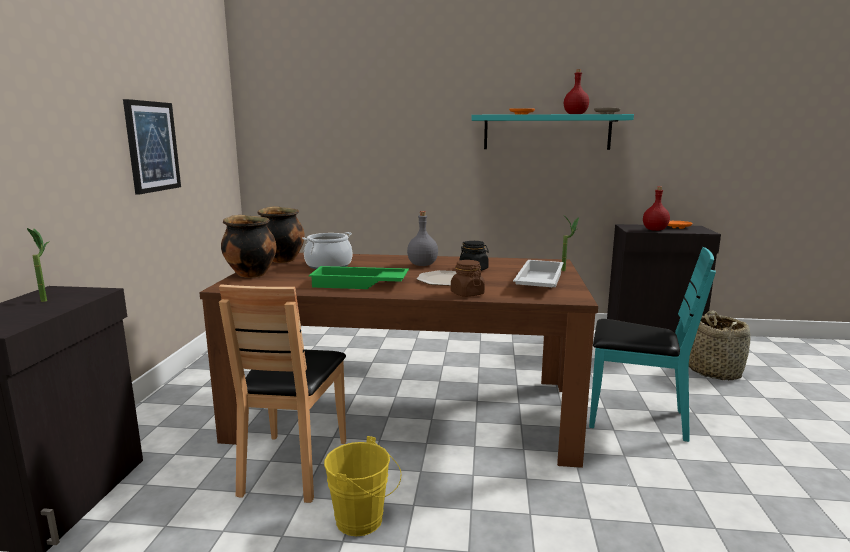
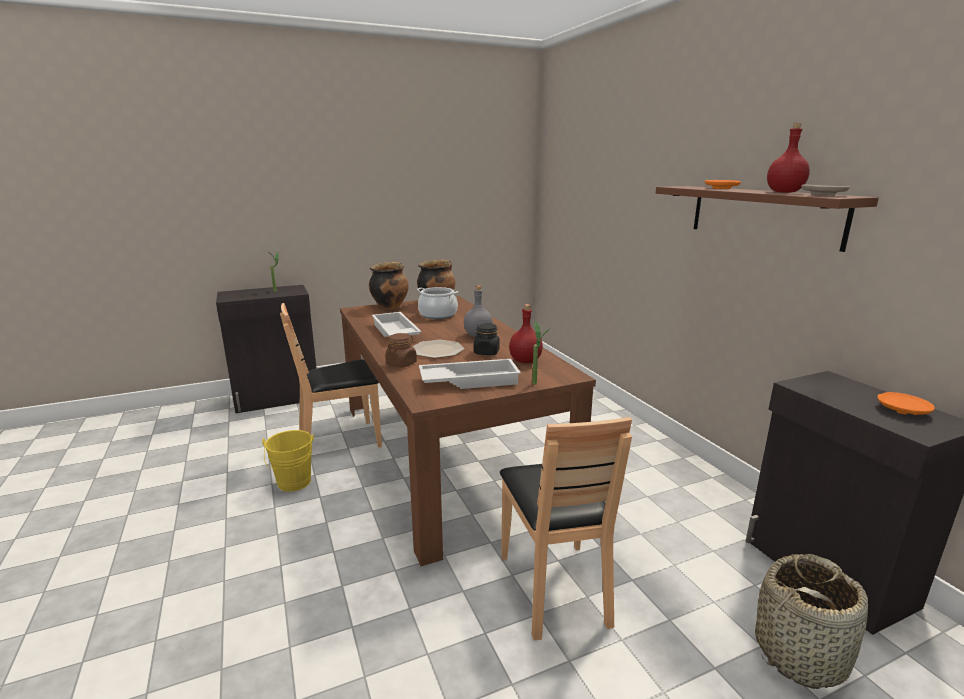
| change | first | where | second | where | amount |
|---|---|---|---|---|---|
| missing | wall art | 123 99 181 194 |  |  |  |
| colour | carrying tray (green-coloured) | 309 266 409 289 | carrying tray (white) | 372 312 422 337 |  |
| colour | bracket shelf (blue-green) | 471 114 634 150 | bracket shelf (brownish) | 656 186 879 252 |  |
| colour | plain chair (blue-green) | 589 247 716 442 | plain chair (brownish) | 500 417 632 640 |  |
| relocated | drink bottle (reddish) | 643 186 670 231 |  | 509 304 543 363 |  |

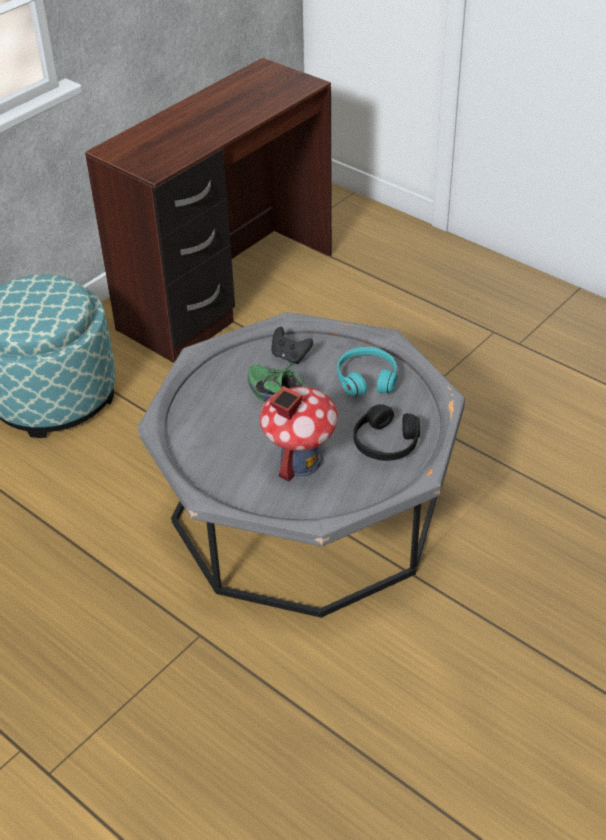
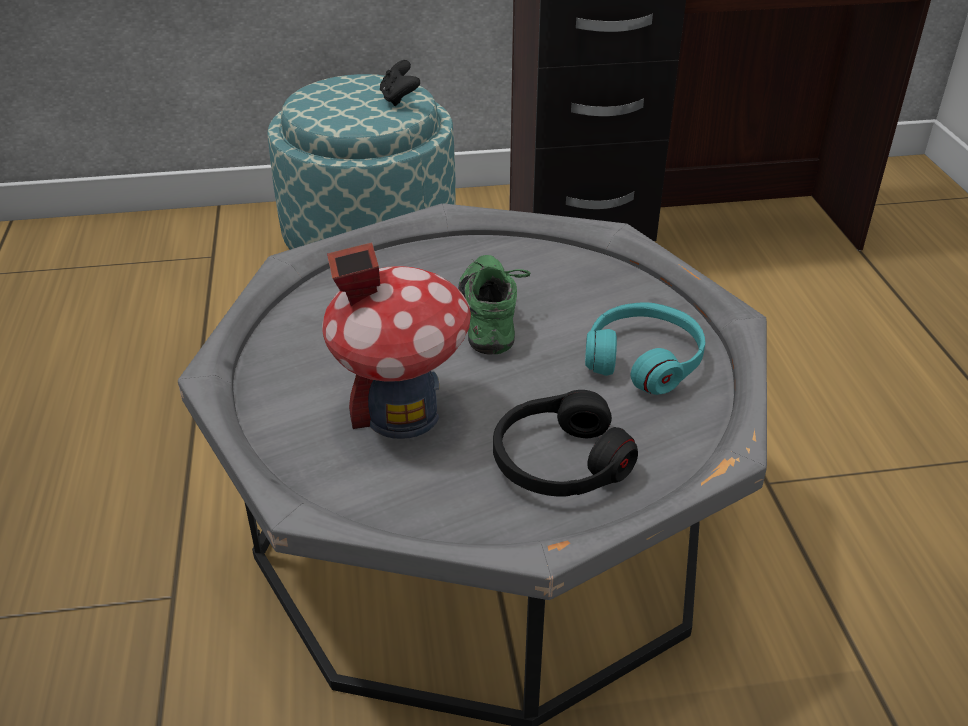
| change | first | where | second | where | amount |
|---|---|---|---|---|---|
| relocated | joypad (black) | 271 327 313 364 |  | 380 60 420 106 |  |

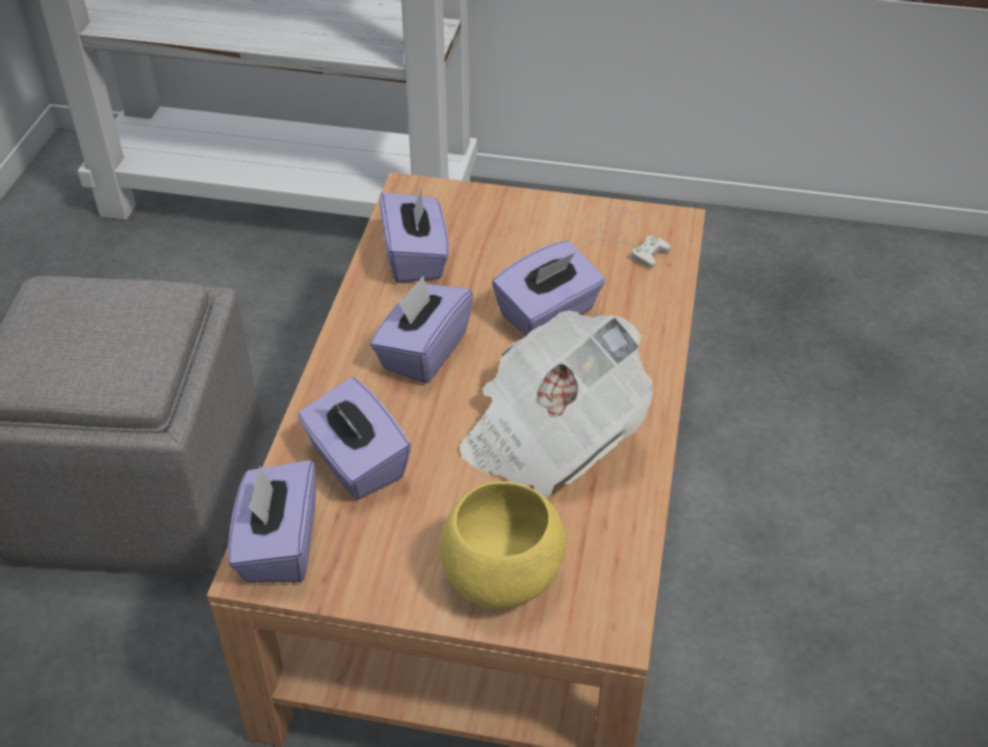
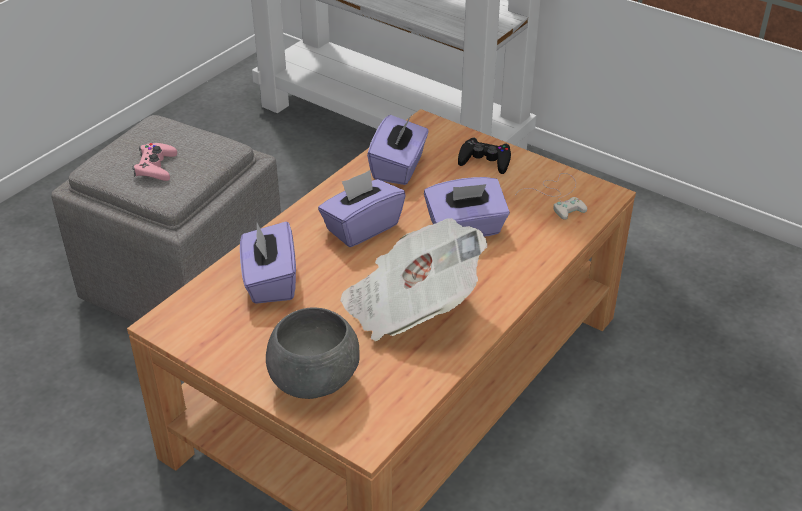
| change | first | where | second | where | amount |
|---|---|---|---|---|---|
| missing | tissue box (purplish) | 228 460 316 582 |  |  |  |
| colour | bowl (yellowish) | 440 481 566 609 | bowl (gray) | 266 307 360 399 |  |
| appeared |  |  | joypad (pink-coloured) | 132 143 177 181 |  |
| appeared |  |  | joypad (black) | 458 137 511 174 |  |

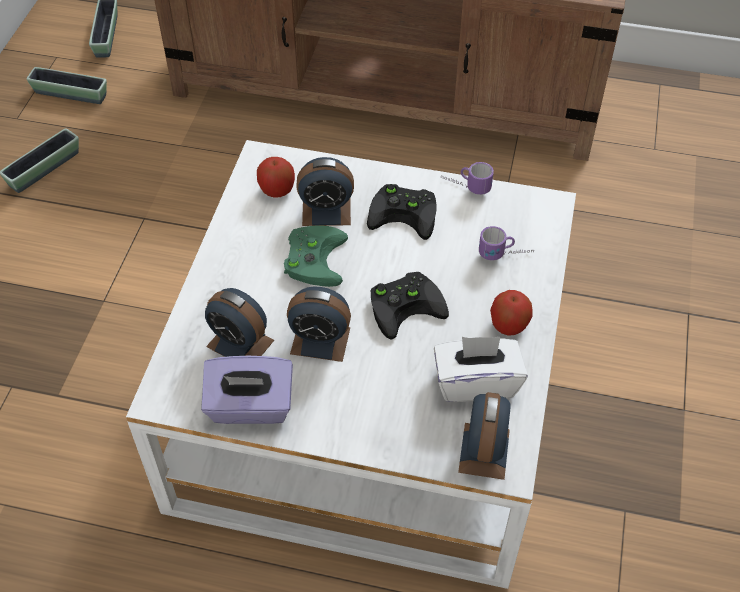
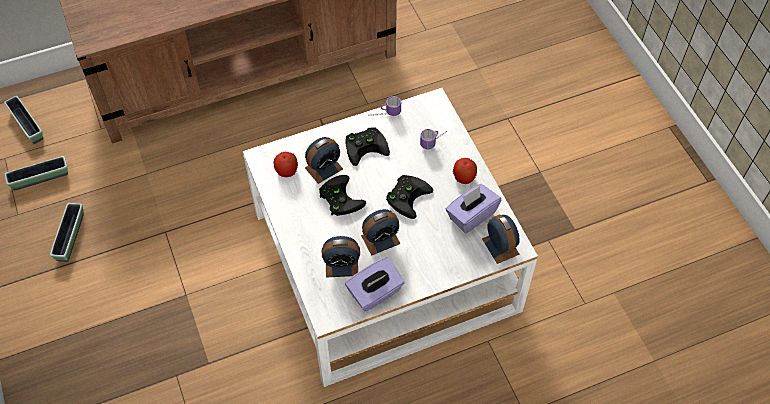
| change | first | where | second | where | amount |
|---|---|---|---|---|---|
| colour | joypad (green-coloured) | 284 225 348 287 | joypad (black) | 319 175 366 216 |  |
| colour | tissue box (white) | 434 337 527 402 | tissue box (purplish) | 446 184 502 233 |  |

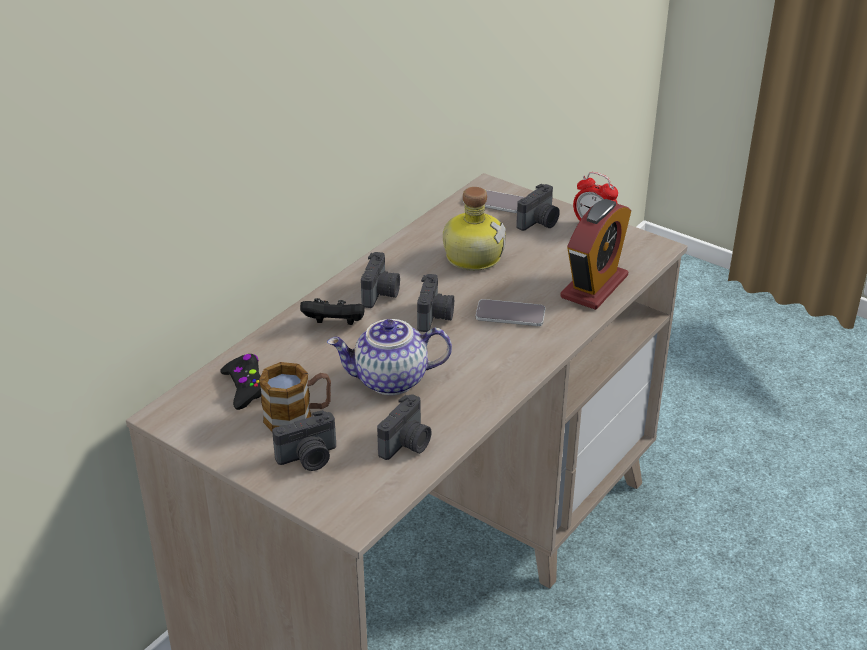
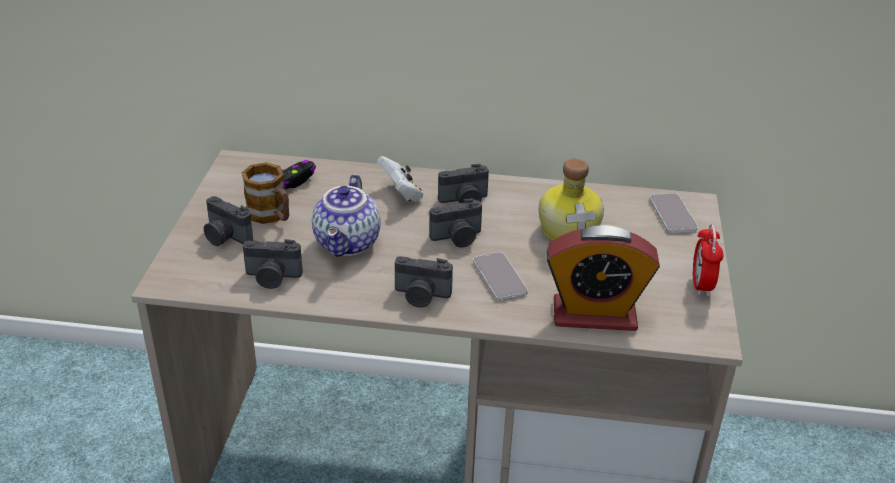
| change | first | where | second | where | amount |
|---|---|---|---|---|---|
| colour | joypad (black) | 300 298 365 325 | joypad (white) | 377 156 423 202 |  |
| spun | teapot | 327 319 452 395 |  | 312 174 381 257 | 135 degrees counterclockwise |
| relocated | photo camera | 516 184 560 231 |  | 395 256 453 307 |  |

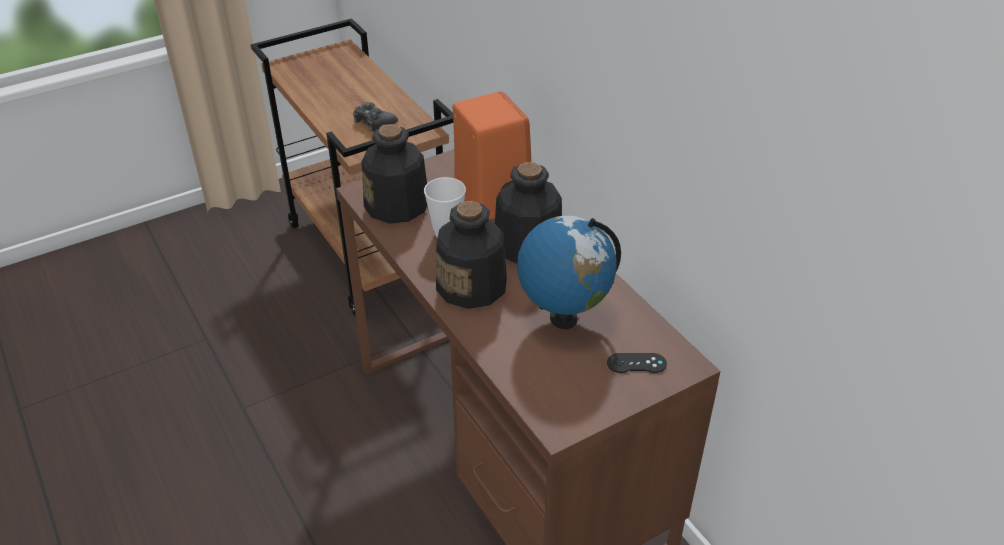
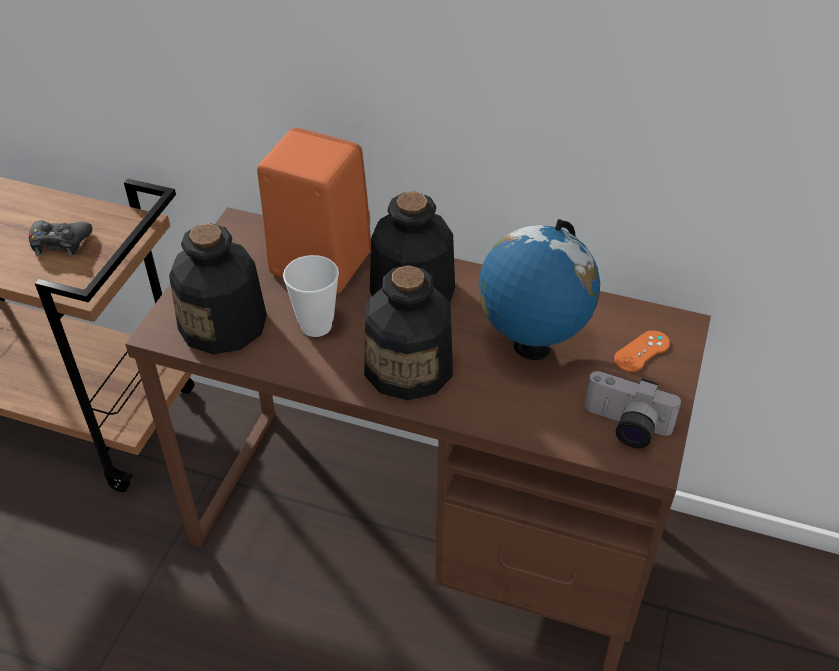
| change | first | where | second | where | amount |
|---|---|---|---|---|---|
| colour | joypad (black) | 607 353 667 373 | joypad (orange-coloured) | 614 331 670 372 |  |
| appeared |  |  | photo camera | 585 371 681 448 |  |

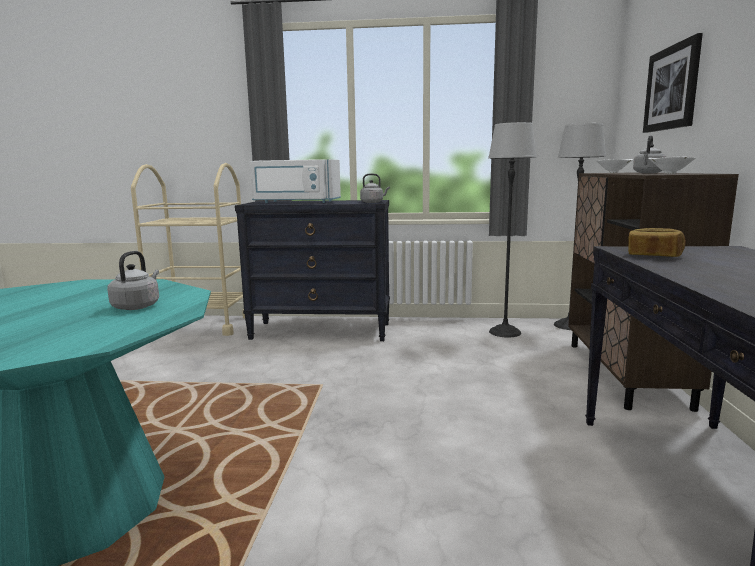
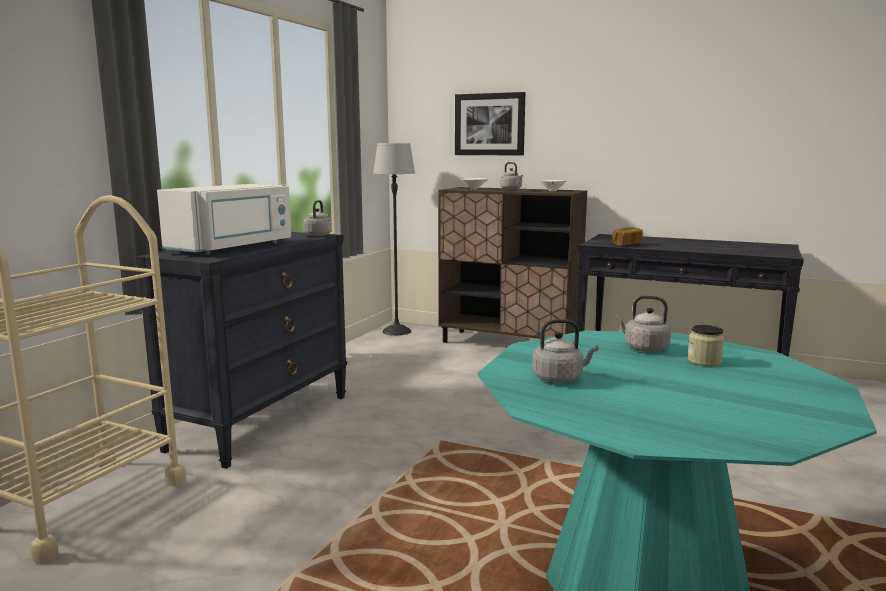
| change | first | where | second | where | amount |
|---|---|---|---|---|---|
| missing | standing lamp | 488 122 537 337 |  |  |  |
| appeared |  |  | water kettle (gray) | 532 319 599 383 |  |
| appeared |  |  | storage jar | 687 325 724 366 |  |

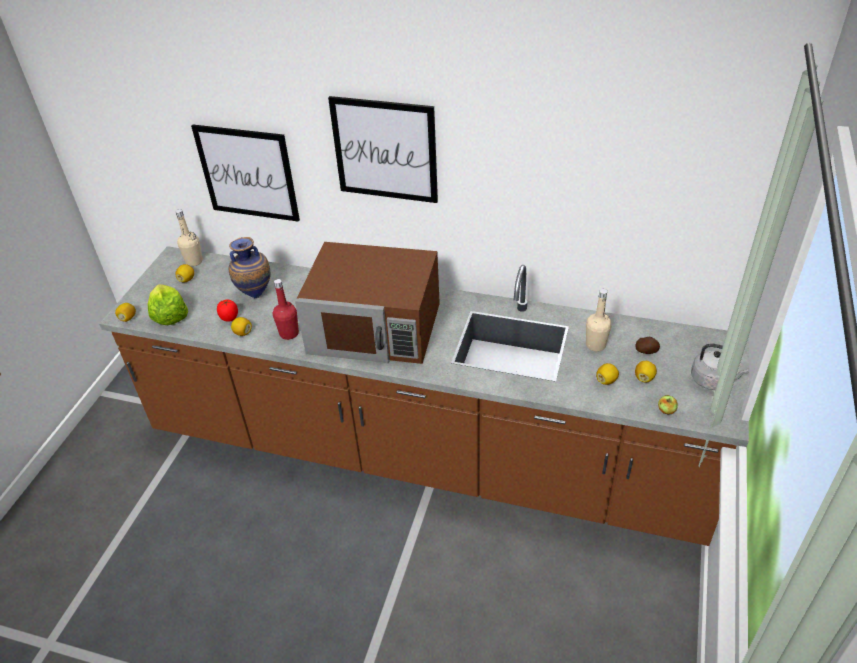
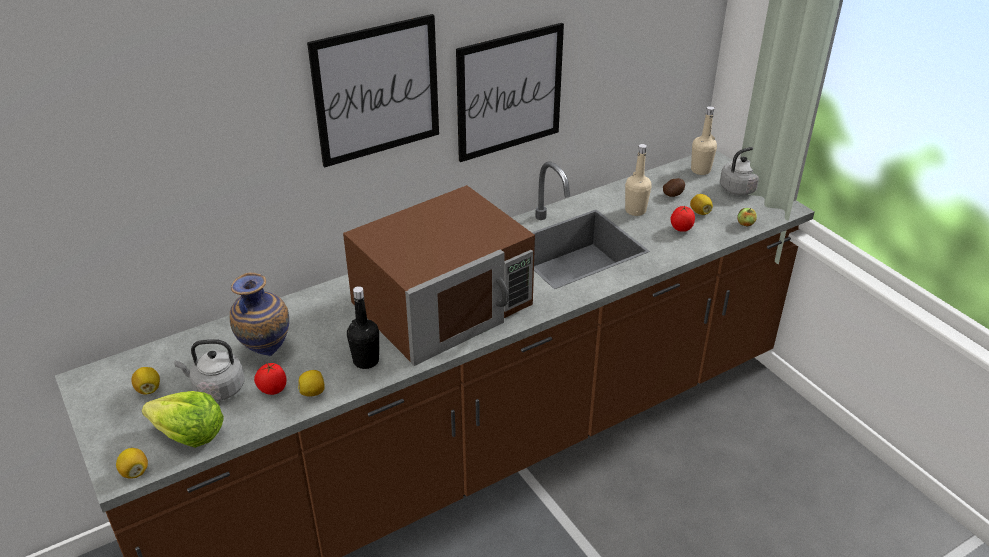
| change | first | where | second | where | amount |
|---|---|---|---|---|---|
| relocated | drink bottle (beige-coloured) | 176 209 203 266 |  | 691 106 717 175 |  |
| relocated | wall art | 191 125 300 222 |  | 456 23 564 162 |  |
| colour | drink bottle (reddish) | 273 279 299 340 | drink bottle (black) | 347 286 379 369 |  |
| exchanged | whole lemon | 596 363 619 385 | whole tomato | 671 205 695 232 |  |
| appeared |  |  | water kettle (gray) | 174 339 244 401 |  |

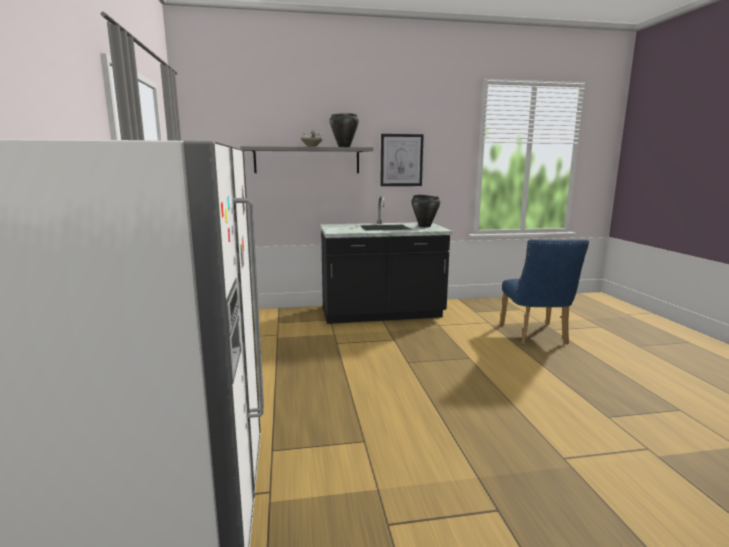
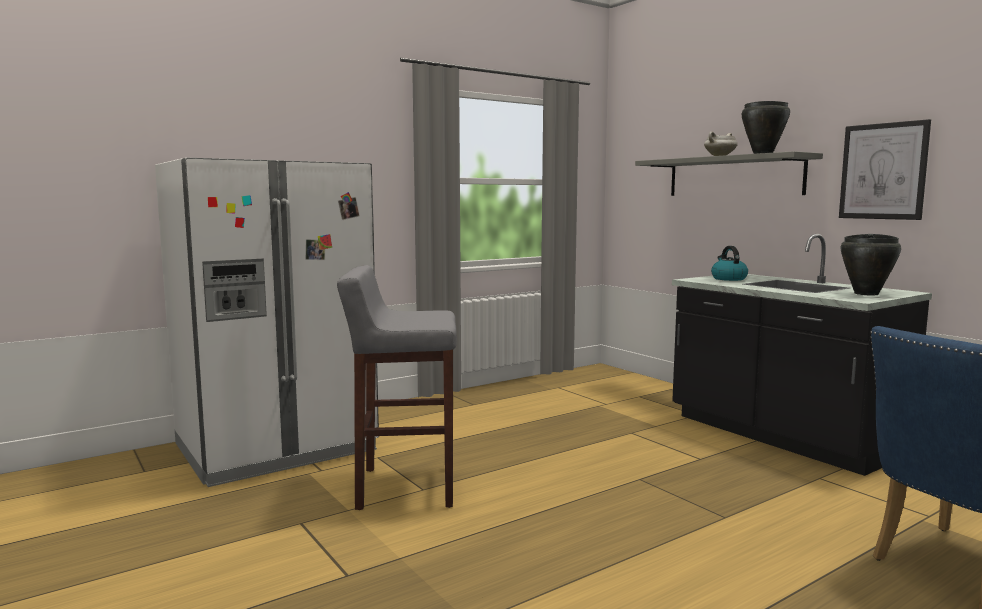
| change | first | where | second | where | amount |
|---|---|---|---|---|---|
| appeared |  |  | stool seat (gray) | 337 265 457 510 |  |
| appeared |  |  | water kettle | 711 246 748 281 |  |

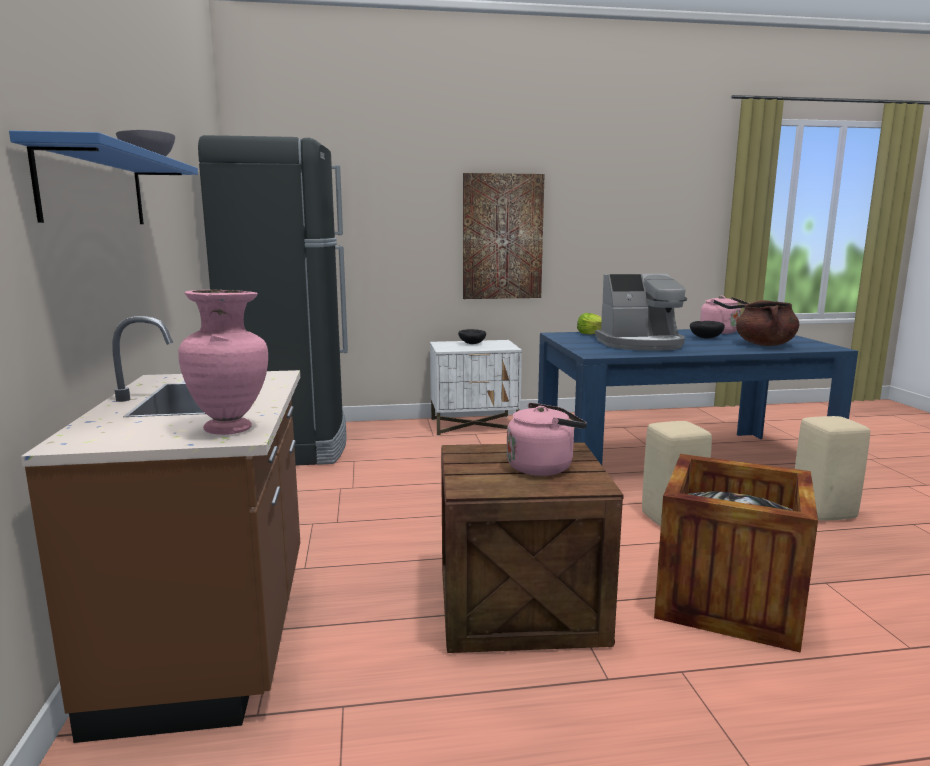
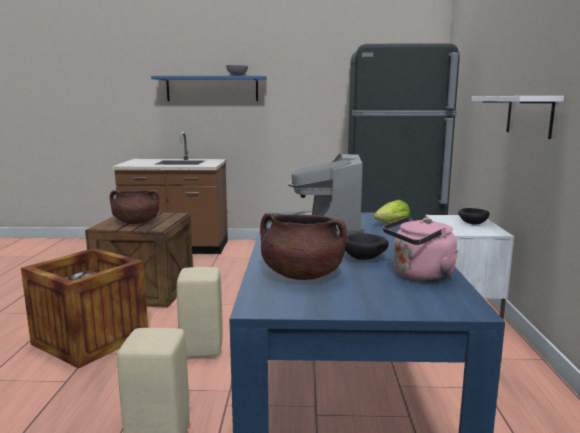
| change | first | where | second | where | amount |
|---|---|---|---|---|---|
| missing | flower vase (pink-coloured) | 178 290 268 435 |  |  |  |
| exchanged | wall art | 463 173 545 299 | bracket shelf (white) | 471 96 564 139 |  |
| exchanged | water kettle (pink-coloured) | 507 403 587 476 | stockpot (brownish) | 110 190 159 224 |  |

